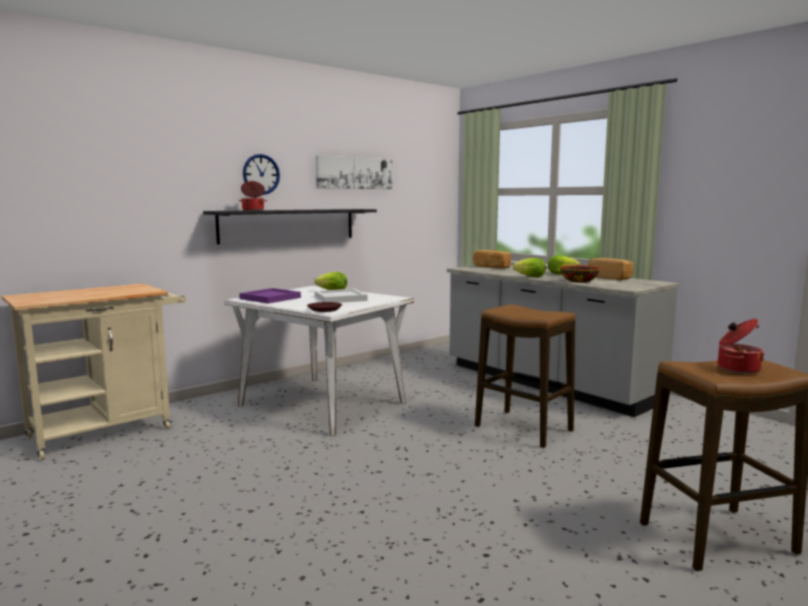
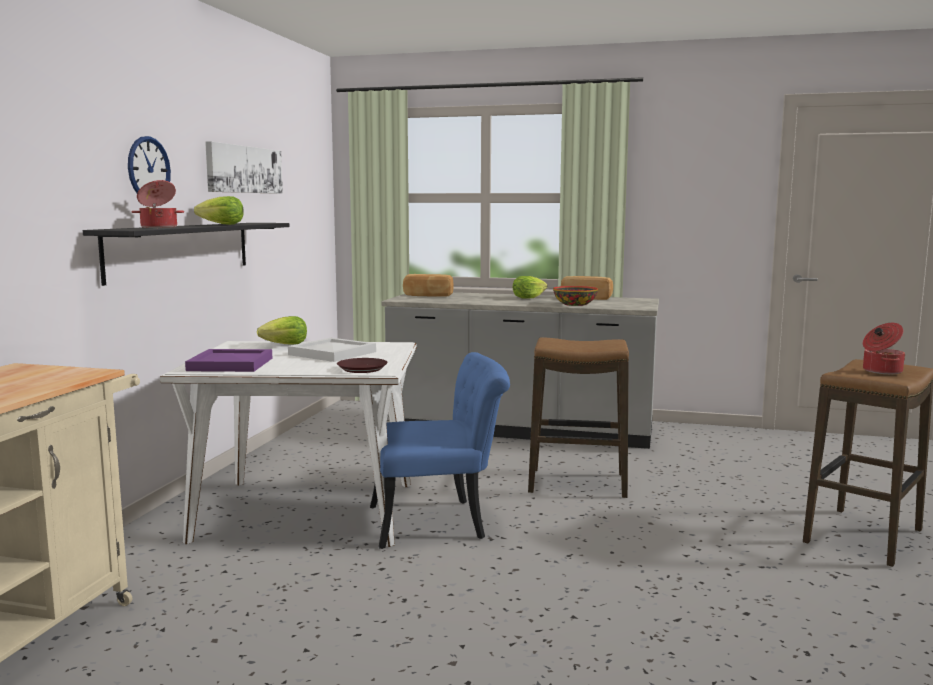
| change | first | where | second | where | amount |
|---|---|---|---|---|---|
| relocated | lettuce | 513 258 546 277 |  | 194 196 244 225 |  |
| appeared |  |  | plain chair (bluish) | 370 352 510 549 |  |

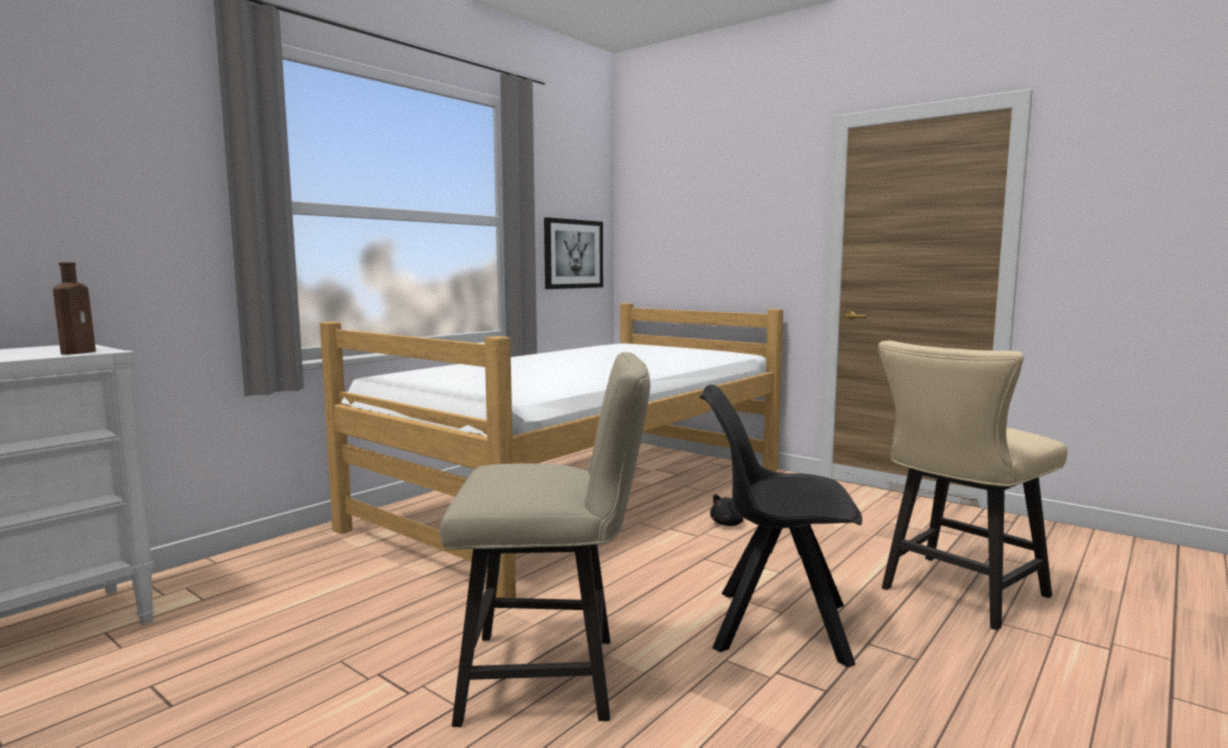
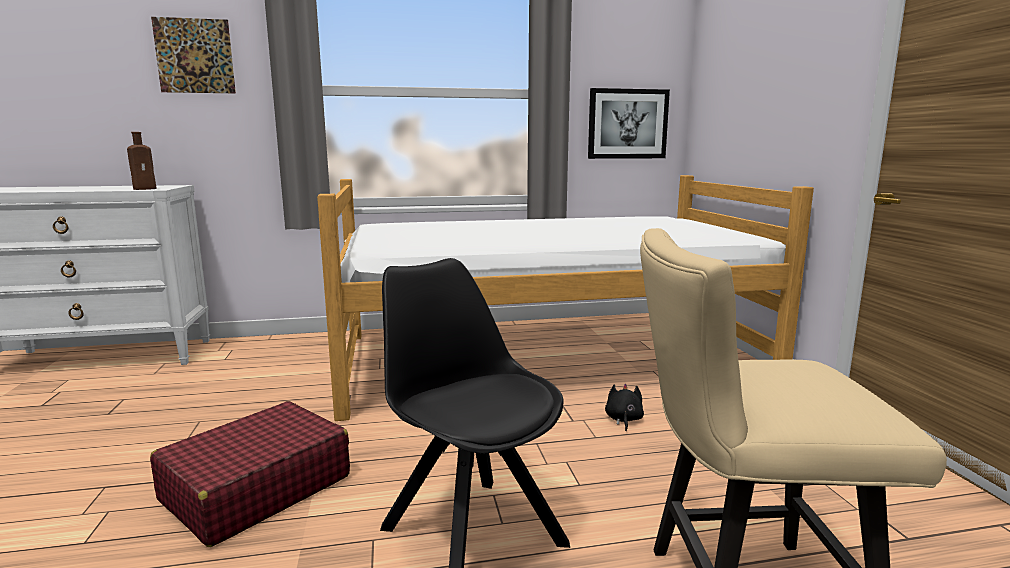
| change | first | where | second | where | amount |
|---|---|---|---|---|---|
| exchanged | plain chair (beige-coloured) | 440 352 650 727 | travel case (reddish) | 150 401 350 547 |  |
| spun | cuddly toy (black) | 710 494 743 526 |  | 605 384 644 431 | 90 degrees clockwise |
| appeared |  |  | wall art | 151 17 236 93 |  |

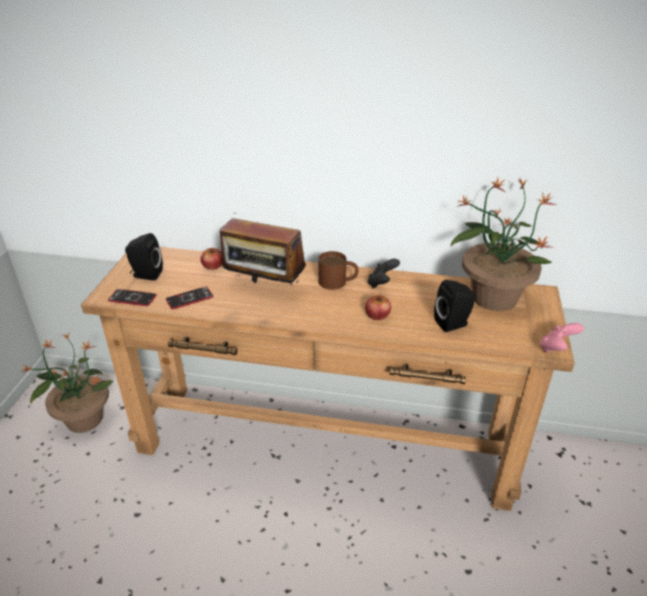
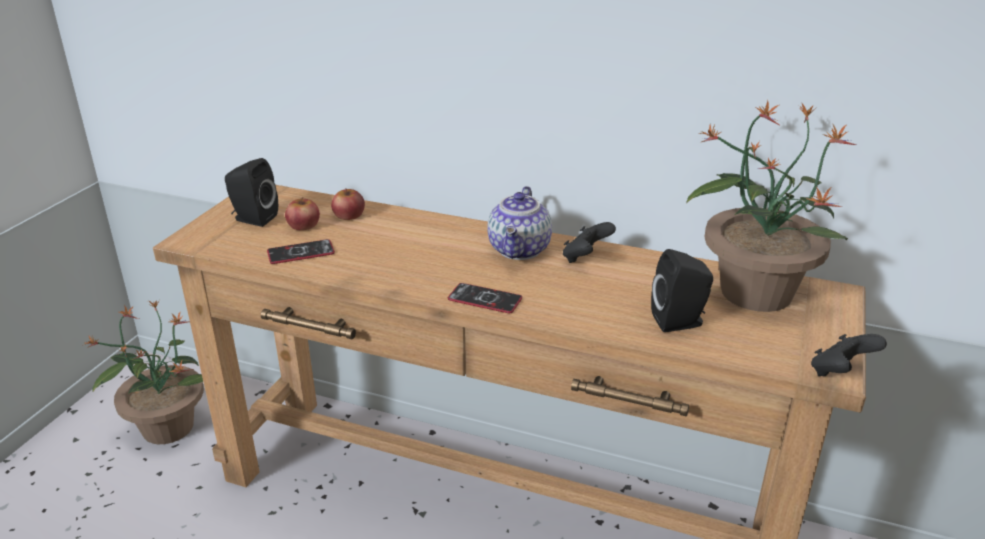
| change | first | where | second | where | amount |
|---|---|---|---|---|---|
| relocated | telephone | 108 289 156 306 |  | 448 283 522 313 |  |
| missing | radio | 220 213 306 285 |  |  |  |
| exchanged | coffee mug (brownish) | 318 251 358 290 | teapot | 487 186 552 260 |  |
| relocated | apple | 365 295 391 320 |  | 285 197 320 231 |  |
| colour | joypad (pink-coloured) | 540 323 584 352 | joypad (black) | 811 334 887 376 |  |

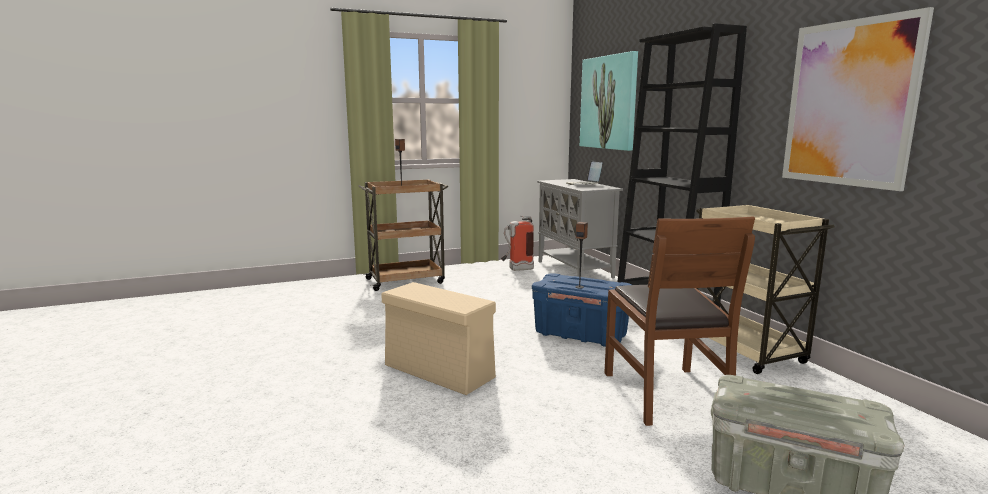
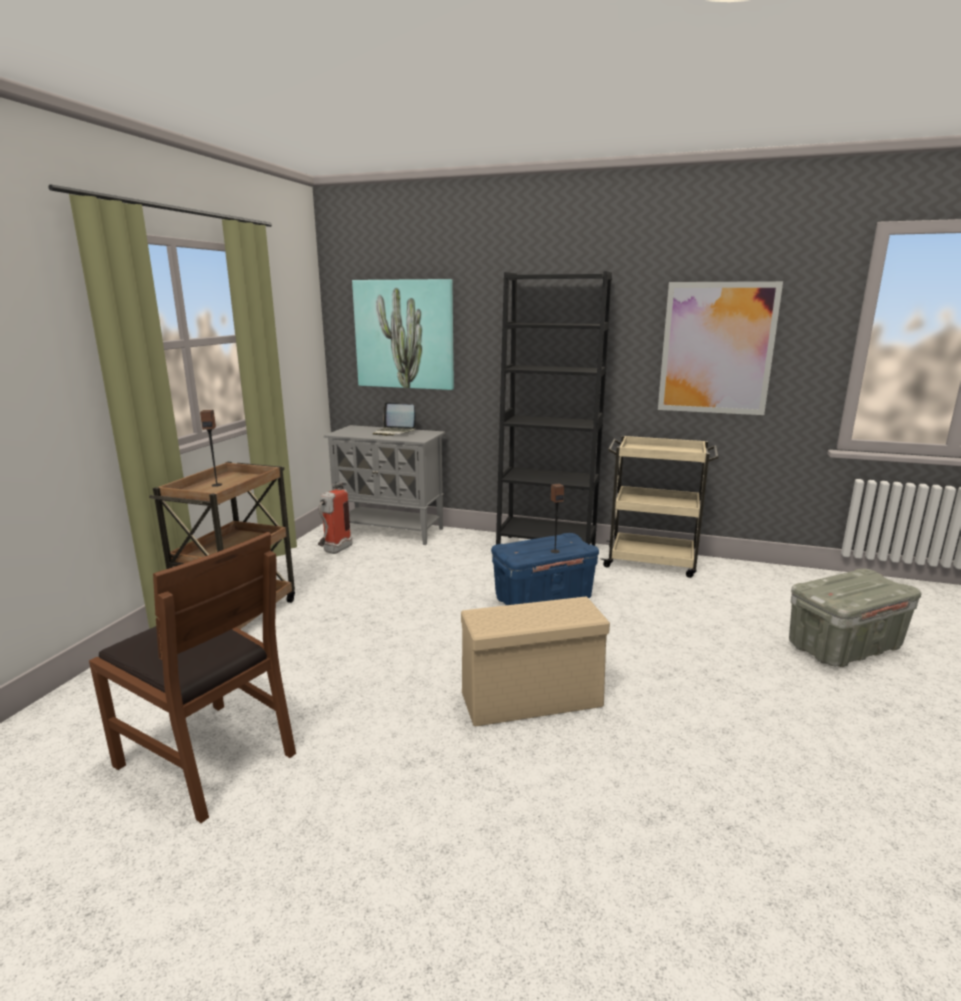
| change | first | where | second | where | amount |
|---|---|---|---|---|---|
| relocated | plain chair (brownish) | 604 217 755 426 |  | 89 532 296 823 |  |

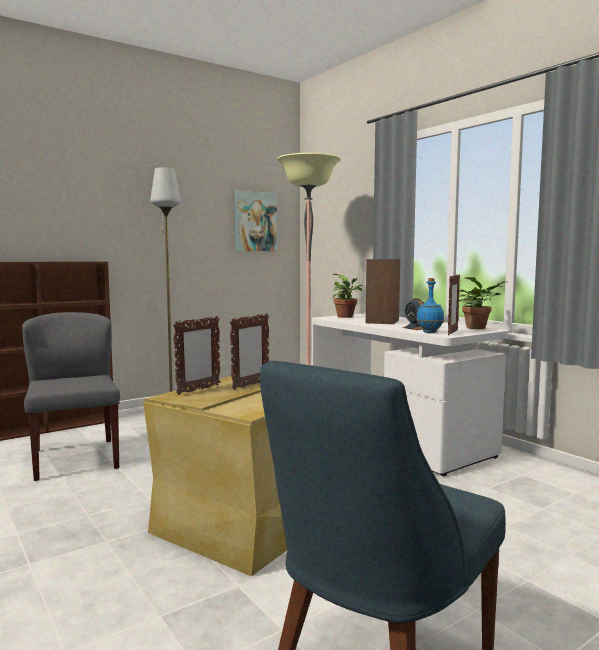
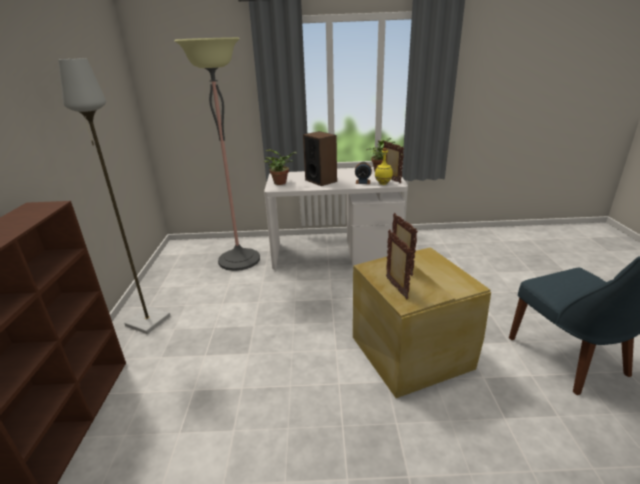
| change | first | where | second | where | amount |
|---|---|---|---|---|---|
| missing | plain chair (gray) | 22 312 120 481 |  |  |  |
| missing | wall art | 234 190 277 251 |  |  |  |
| colour | drink bottle (bluish) | 416 278 444 333 | drink bottle (yellowish) | 375 148 393 185 |  |

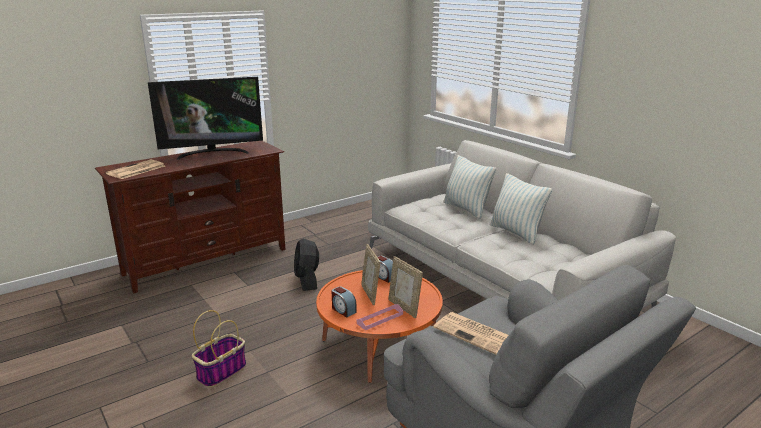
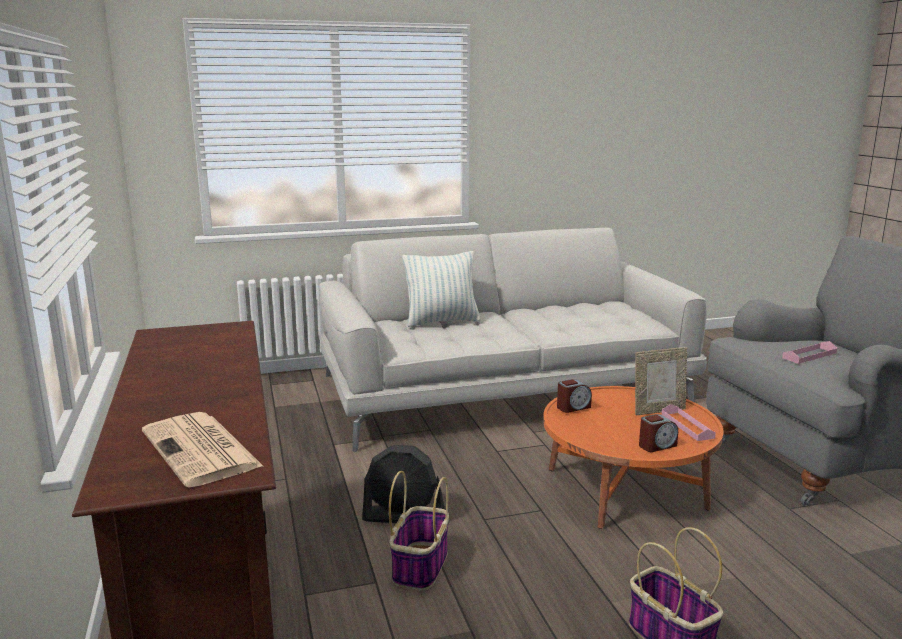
| change | first | where | second | where | amount |
|---|---|---|---|---|---|
| missing | TV | 148 77 263 160 |  |  |  |
| missing | standing frame | 361 244 380 305 |  |  |  |
| exchanged | daily paper | 433 312 508 355 | carrying tray (pink-coloured) | 782 341 837 364 |  |
| missing | cushion | 489 173 552 245 |  |  |  |
| appeared |  |  | storage basket | 389 471 449 591 |  |

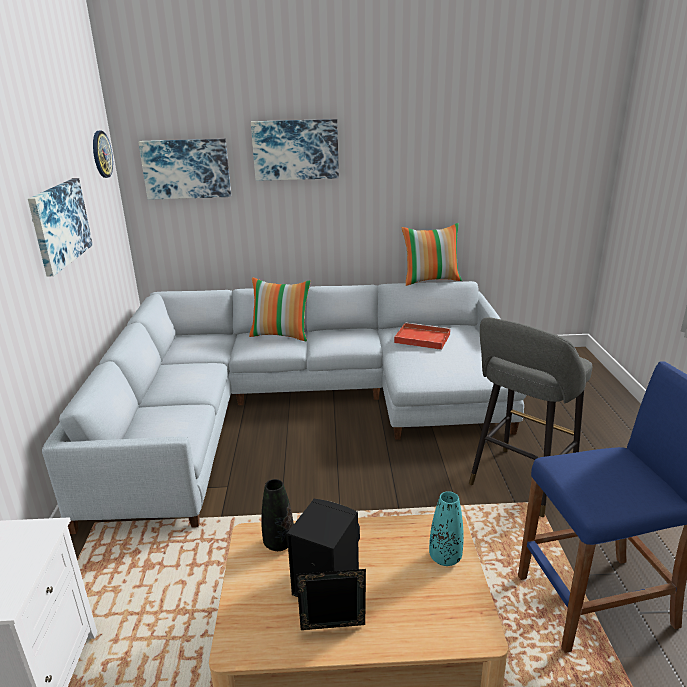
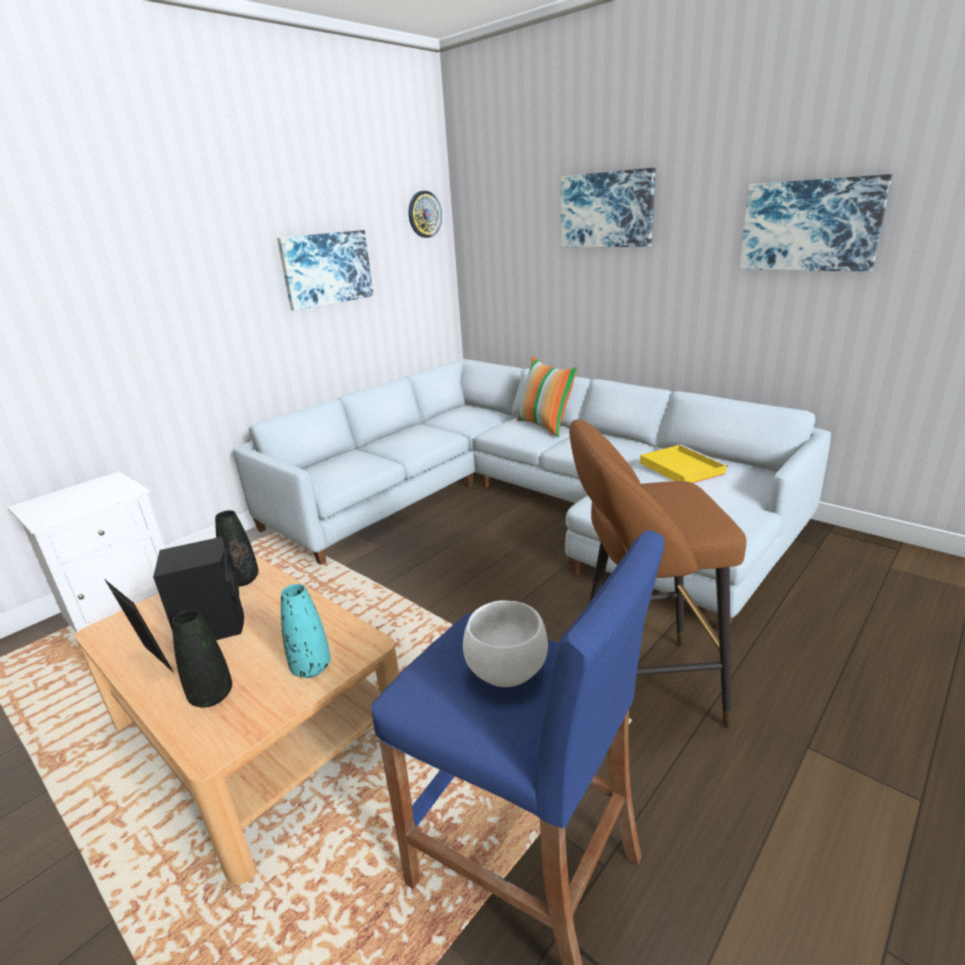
| change | first | where | second | where | amount |
|---|---|---|---|---|---|
| relocated | wall art | 138 139 231 200 |  | 739 174 892 272 |  |
| colour | carrying tray (reddish) | 394 322 451 350 | carrying tray (yellowish) | 640 445 728 483 |  |
| missing | cushion | 402 223 462 286 |  |  |  |
| colour | stool seat (gray) | 469 317 592 517 | stool seat (brownish) | 569 419 746 728 |  |
| appeared |  |  | flower vase (black) | 172 609 232 707 |  |
| appeared |  |  | bowl (white) | 463 600 548 687 |  |

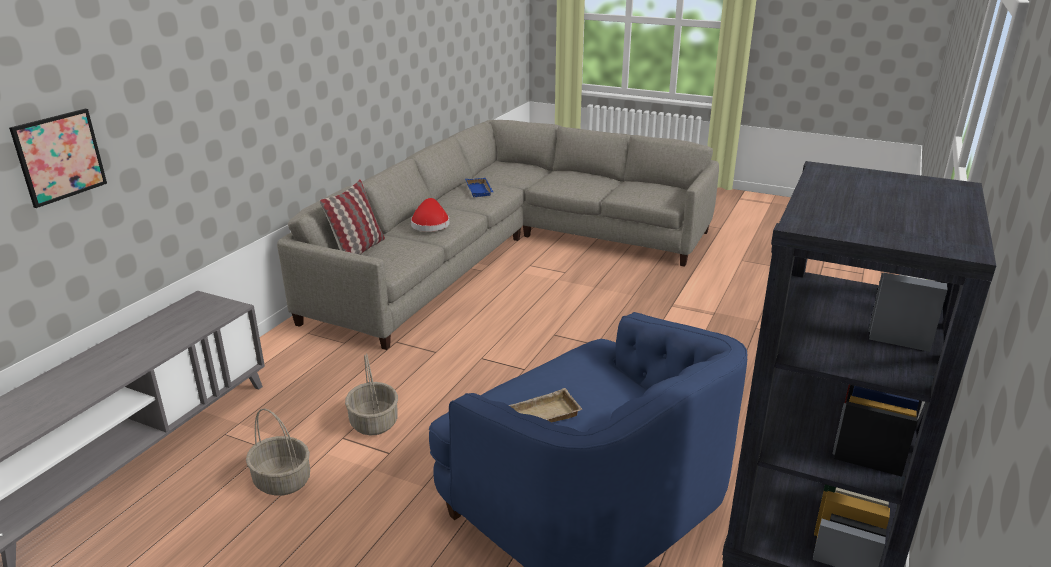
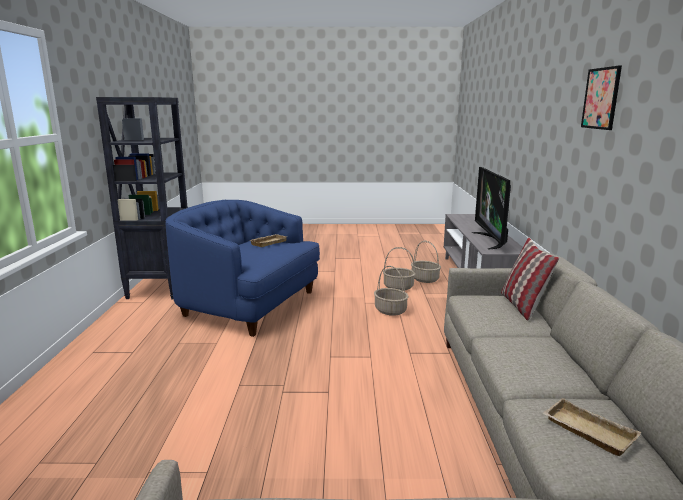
| change | first | where | second | where | amount |
|---|---|---|---|---|---|
| relocated | wall art | 9 109 107 208 |  | 581 66 622 130 |  |
| missing | clothing hat (reddish) | 411 198 449 232 |  |  |  |
| colour | carrying tray (bluish) | 465 178 493 198 | carrying tray (beige-coloured) | 543 398 642 456 |  |
| appeared |  |  | storage basket | 411 241 441 283 |  |
| appeared |  |  | TV | 472 167 511 250 |  |

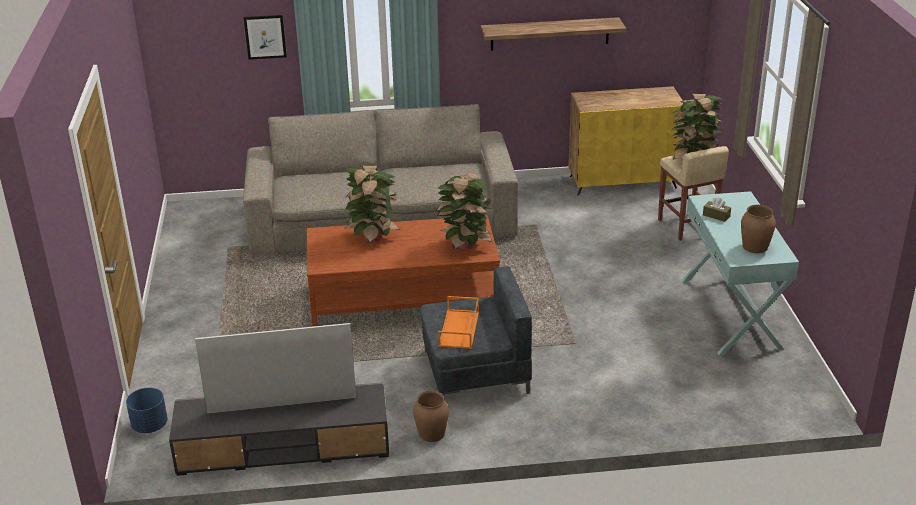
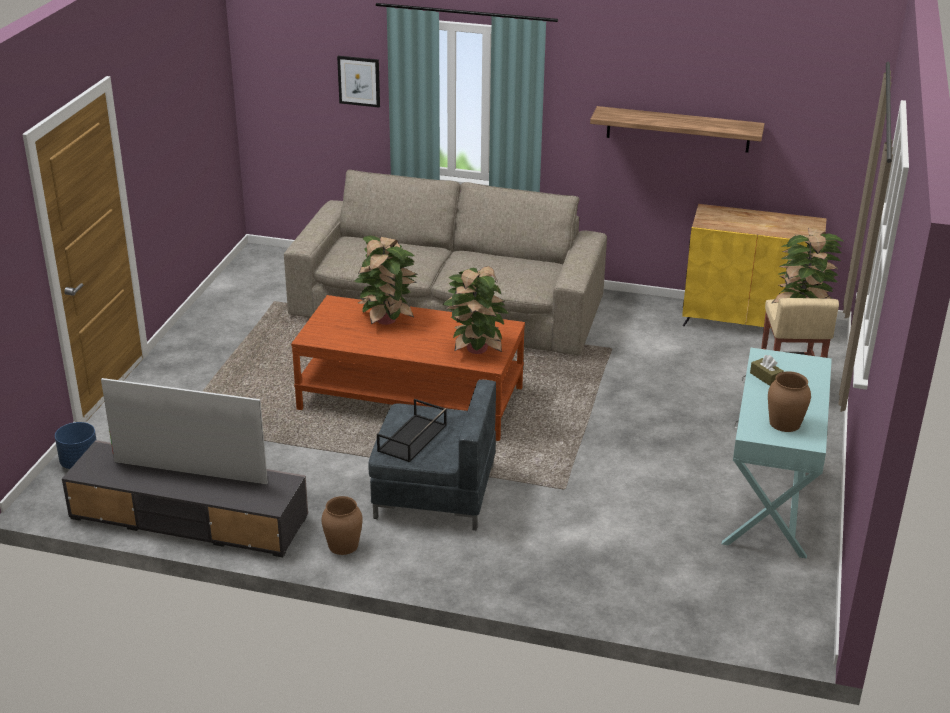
| change | first | where | second | where | amount |
|---|---|---|---|---|---|
| colour | carrying tray (orange-coloured) | 438 296 479 349 | carrying tray (black) | 377 399 447 463 |  |

